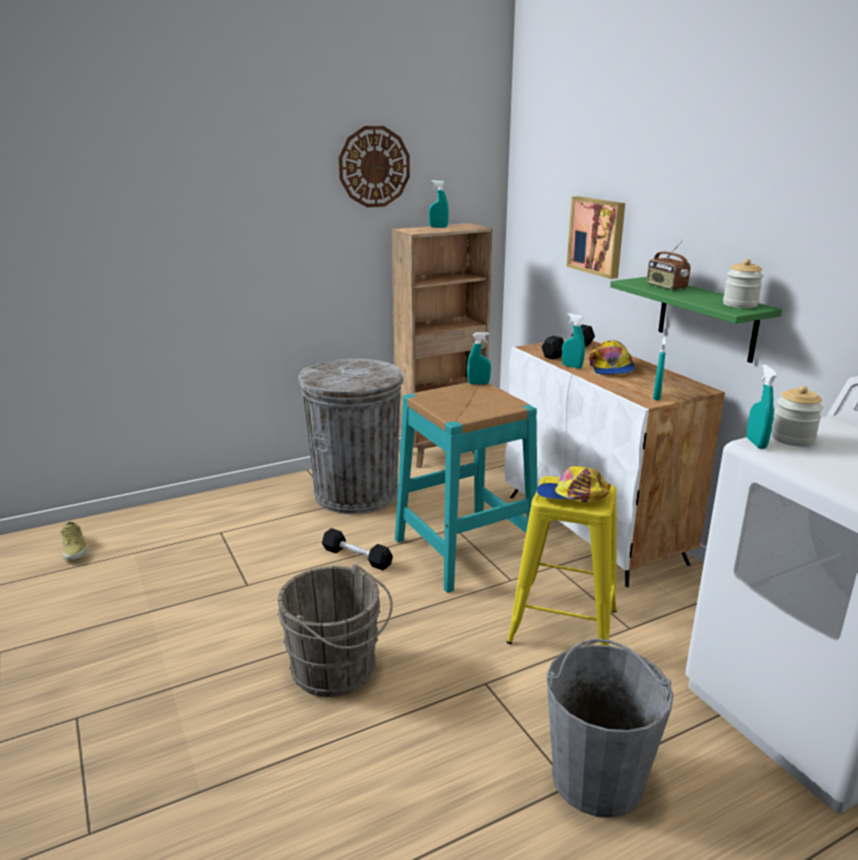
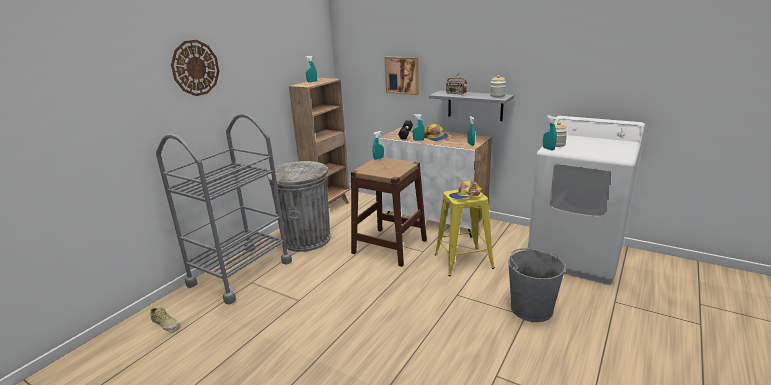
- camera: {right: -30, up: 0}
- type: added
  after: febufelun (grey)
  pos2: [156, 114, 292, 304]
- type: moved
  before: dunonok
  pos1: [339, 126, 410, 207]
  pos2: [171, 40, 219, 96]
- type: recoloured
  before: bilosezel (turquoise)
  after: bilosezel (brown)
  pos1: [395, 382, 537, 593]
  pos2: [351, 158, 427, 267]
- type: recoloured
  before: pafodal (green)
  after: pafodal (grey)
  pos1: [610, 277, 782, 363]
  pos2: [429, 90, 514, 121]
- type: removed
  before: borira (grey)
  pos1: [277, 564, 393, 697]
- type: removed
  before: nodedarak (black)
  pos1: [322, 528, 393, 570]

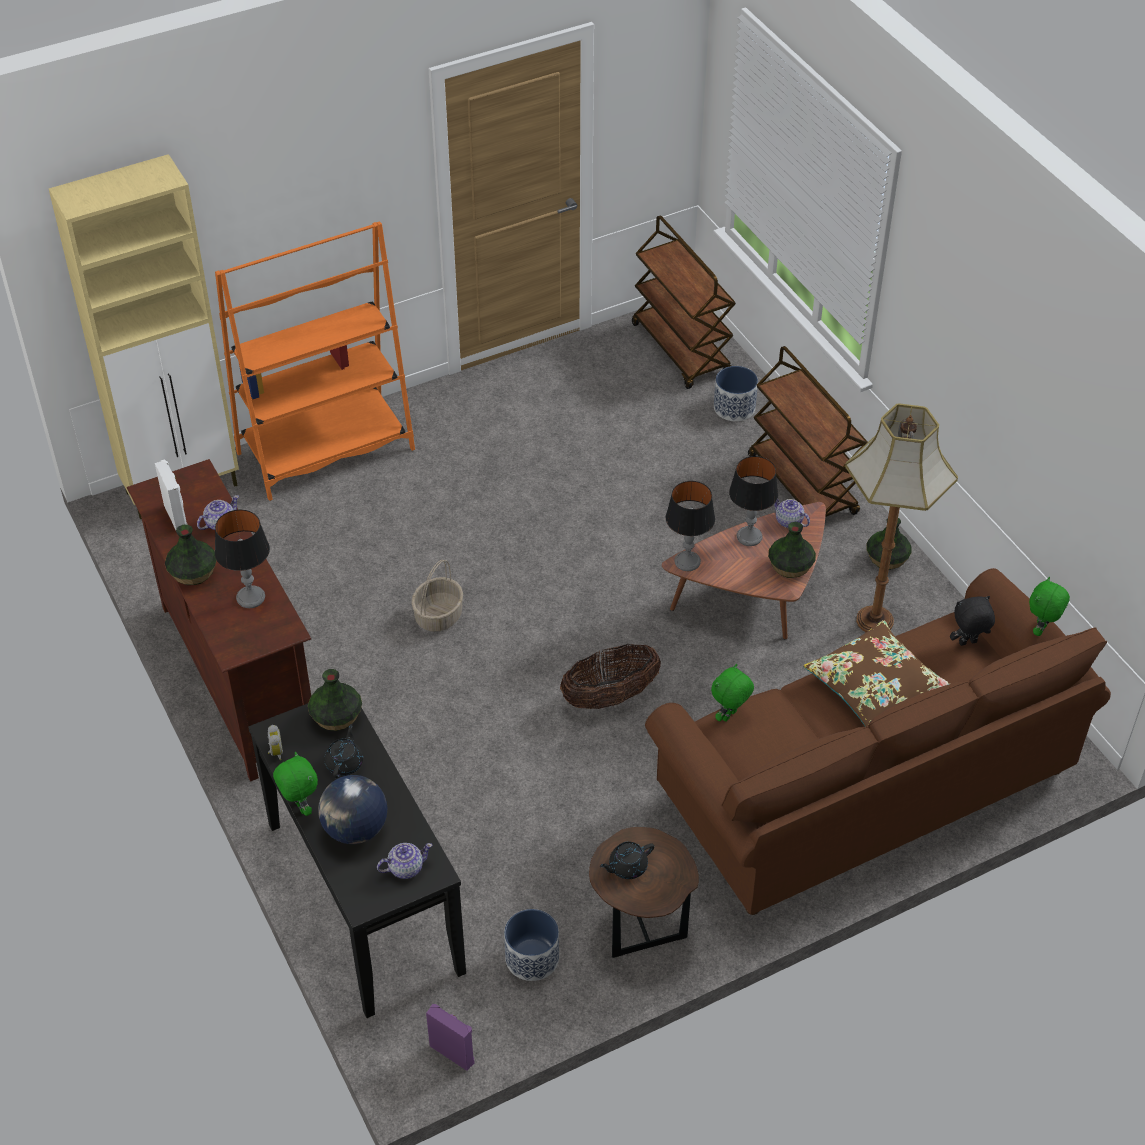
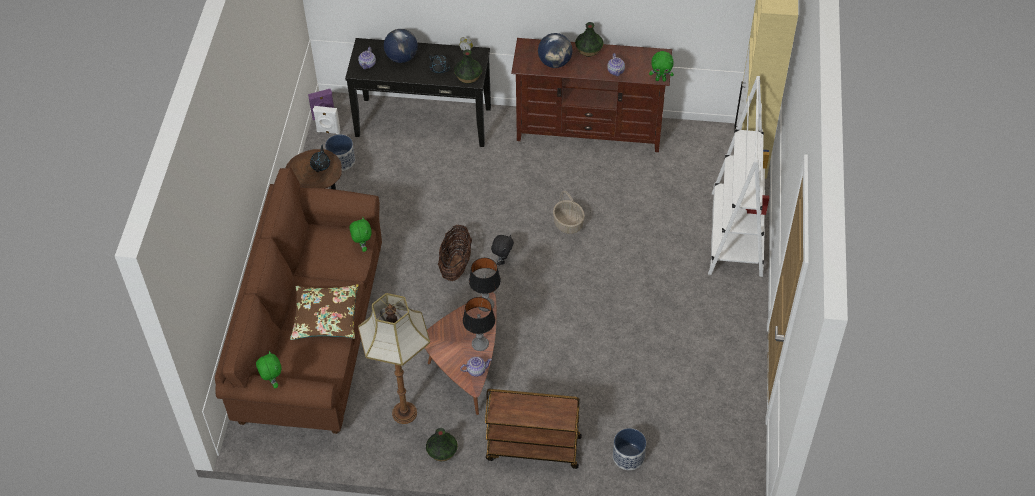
- camera: {right: 125, up: 5}
- type: moved
  before: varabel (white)
  pos1: [155, 459, 188, 530]
  pos2: [313, 106, 340, 134]
- type: moved
  before: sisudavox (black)
  pos1: [950, 596, 995, 646]
  pos2: [491, 235, 514, 265]
- type: replaced
  before: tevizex
  after: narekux
  pos1: [215, 510, 270, 608]
  pos2: [538, 33, 572, 68]
- type: moved
  before: sisudavox (green)
  pos1: [273, 752, 318, 816]
  pos2: [649, 51, 674, 82]
- type: recoloured
  before: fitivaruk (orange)
  after: fitivaruk (white)
  pos1: [215, 221, 415, 501]
  pos2: [708, 76, 769, 277]
- type: removed
  before: febufelun (brown)
  pos1: [632, 215, 736, 389]
- type: removed
  before: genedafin
  pos1: [768, 522, 816, 578]

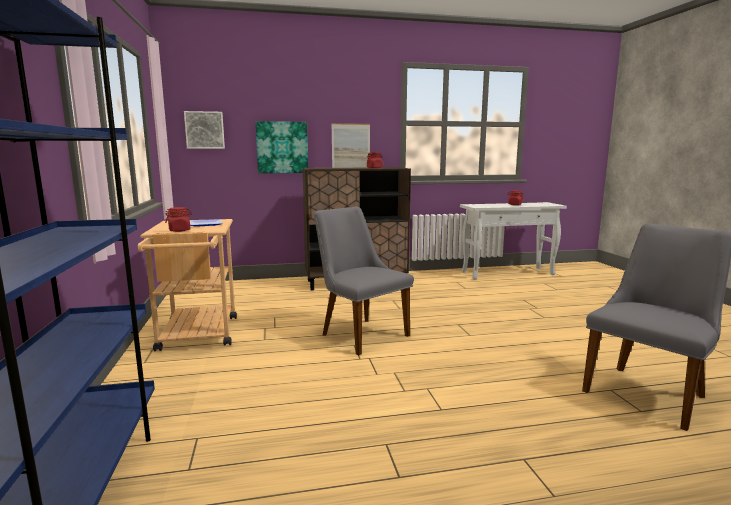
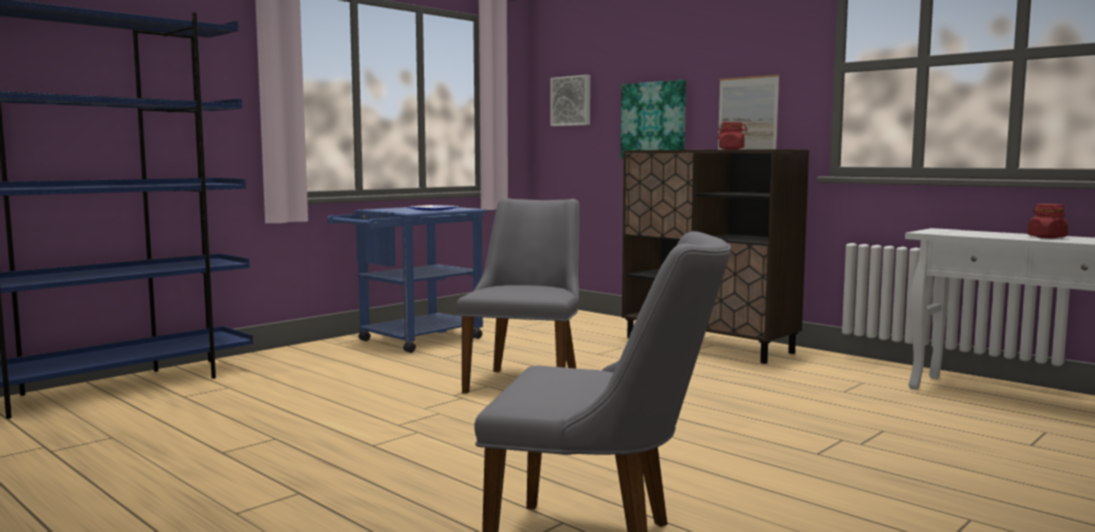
- camera: {right: 55, up: -5}
- type: recoloured
  before: febufelun (beige)
  after: febufelun (blue)
  pos1: [138, 219, 237, 351]
  pos2: [327, 207, 486, 353]
- type: removed
  before: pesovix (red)
  pos1: [165, 207, 192, 232]

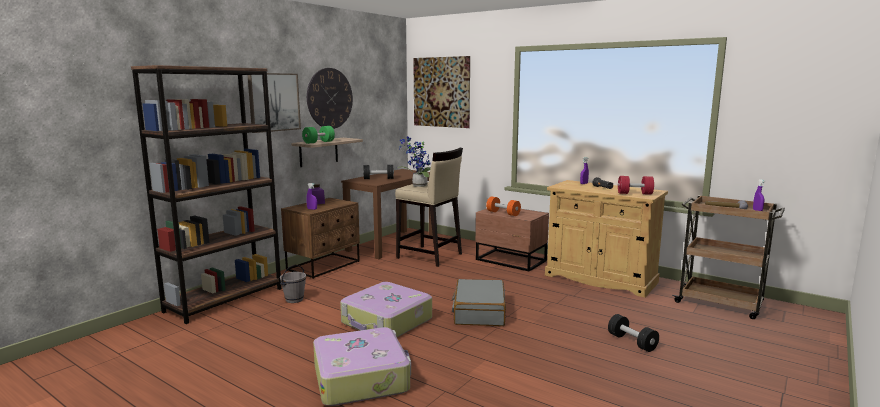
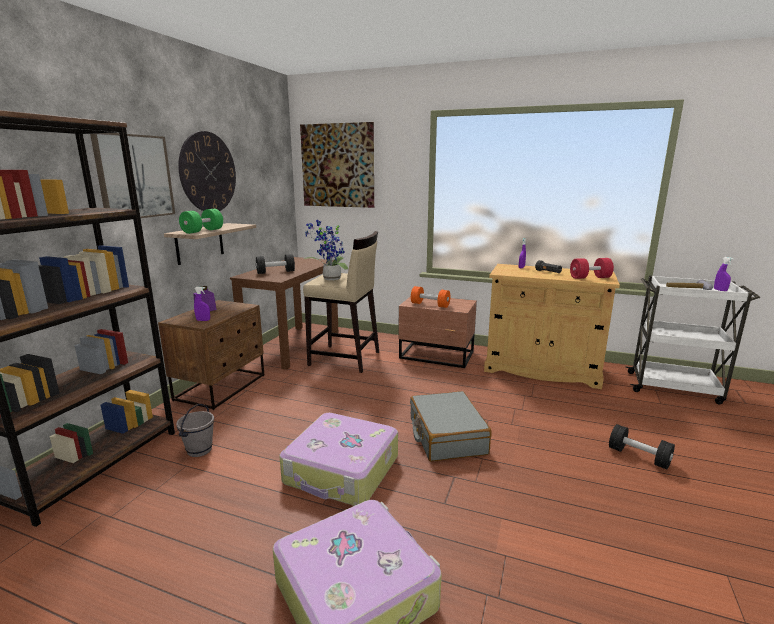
- camera: {right: -15, up: 5}
- type: recoloured
  before: febufelun (brown)
  after: febufelun (white)
  pos1: [672, 195, 785, 319]
  pos2: [626, 275, 760, 404]

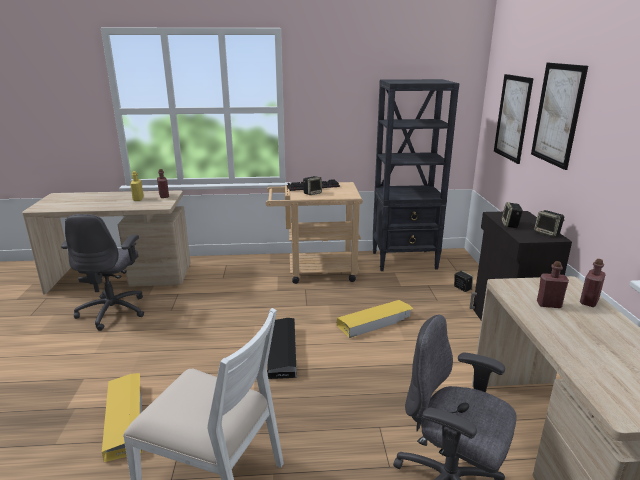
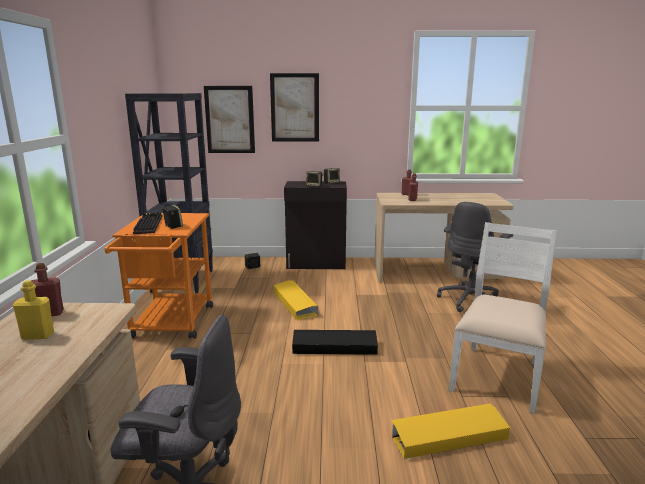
- camera: {right: -85, up: -5}
- type: recoloured
  before: febufelun (beige)
  after: febufelun (orange)
  pos1: [265, 182, 363, 284]
  pos2: [105, 213, 213, 339]

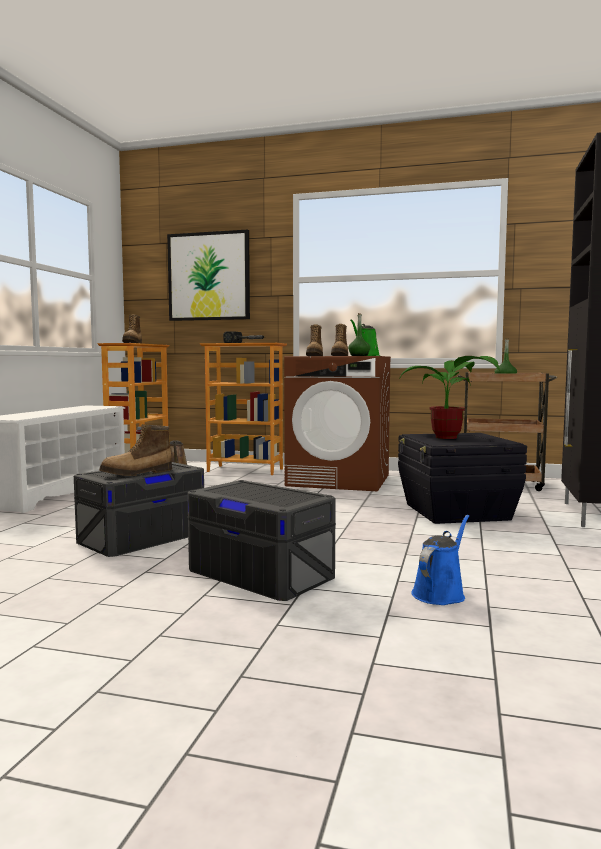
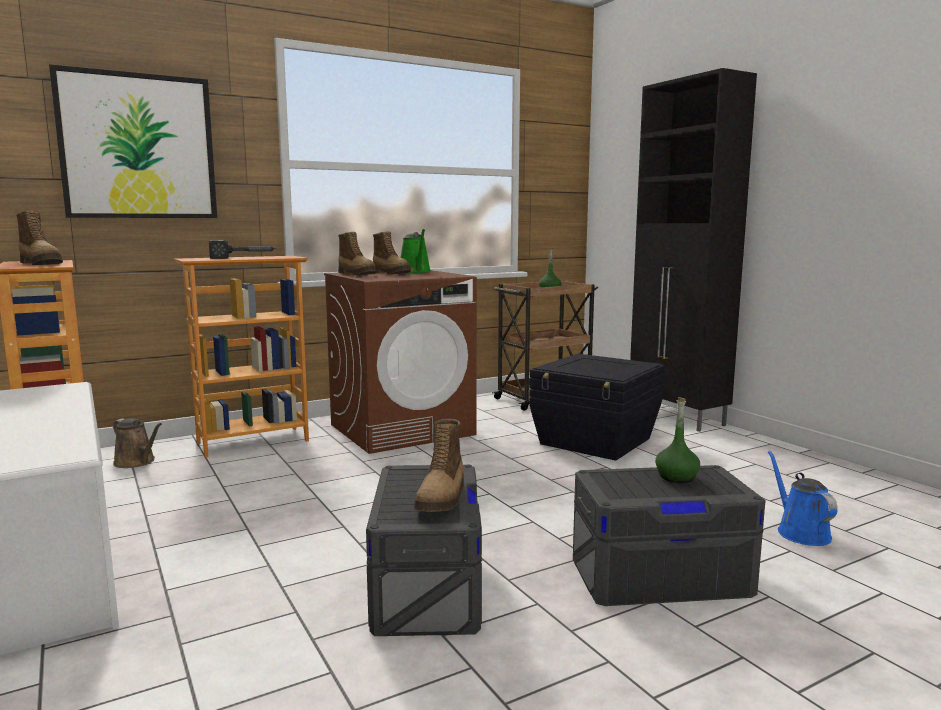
- camera: {right: -45, up: 5}
- type: moved
  before: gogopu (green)
  pos1: [348, 313, 370, 356]
  pos2: [655, 397, 700, 483]
- type: removed
  before: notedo
  pos1: [400, 356, 500, 439]

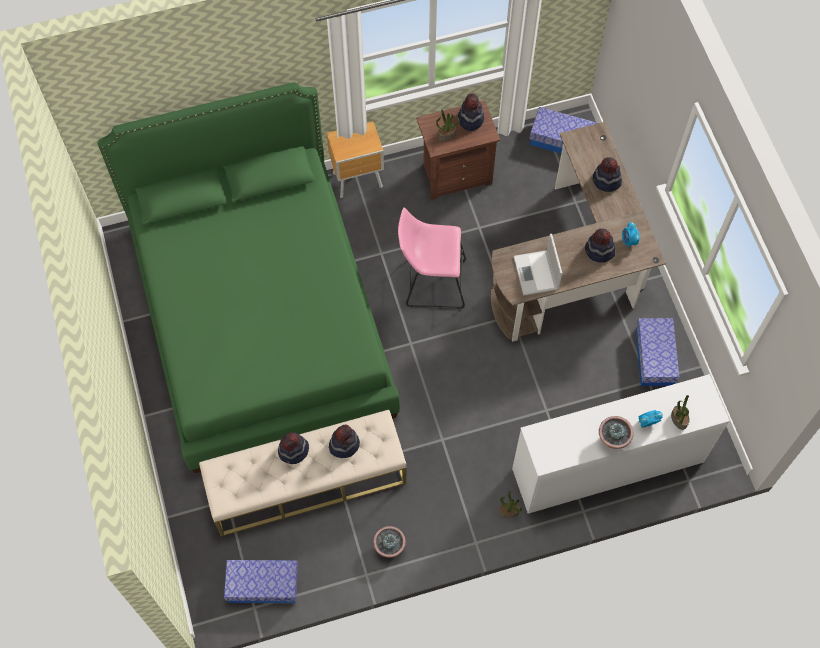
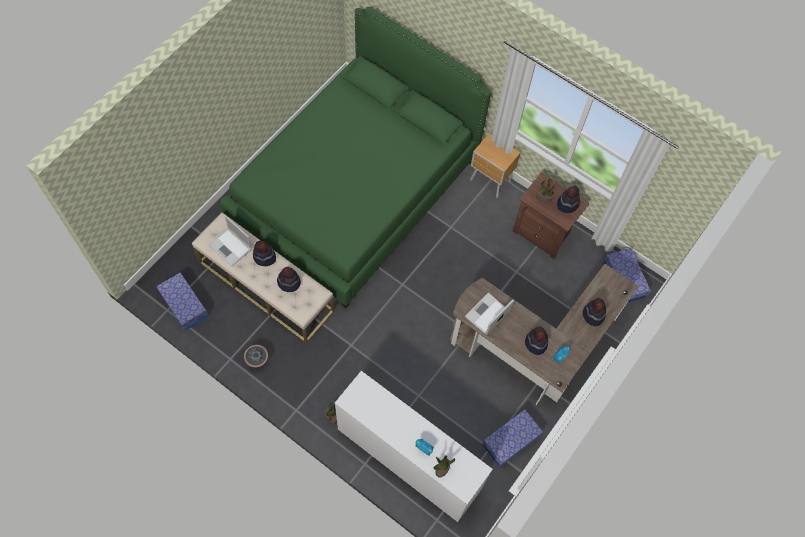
- camera: {right: 50, up: 0}
- type: added
  after: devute
  pos2: [209, 215, 252, 266]
- type: removed
  before: bilosezel (pink)
  pos1: [398, 208, 466, 309]
- type: removed
  before: notedo
  pos1: [599, 416, 634, 449]

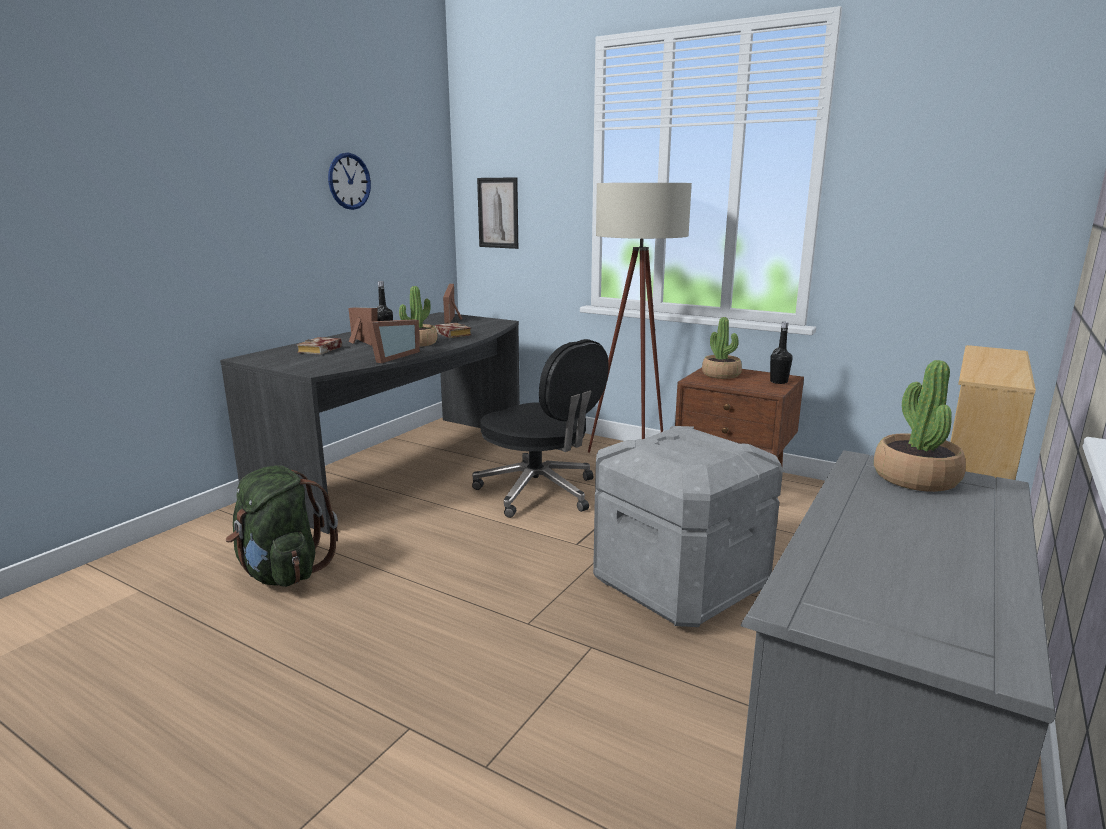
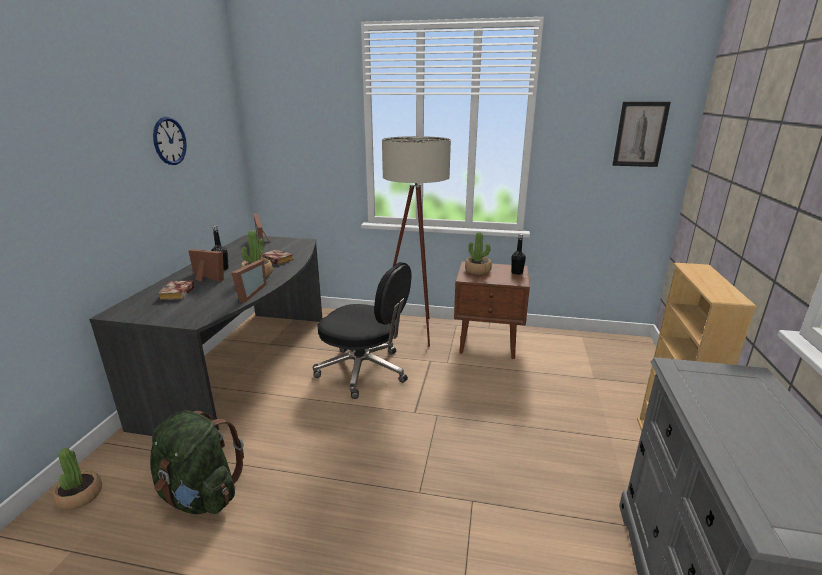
- camera: {right: -20, up: 5}
- type: moved
  before: notedo
  pos1: [874, 360, 966, 492]
  pos2: [52, 448, 102, 510]
- type: moved
  before: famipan
  pos1: [477, 177, 518, 249]
  pos2: [612, 102, 671, 167]
- type: removed
  before: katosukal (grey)
  pos1: [593, 426, 783, 627]

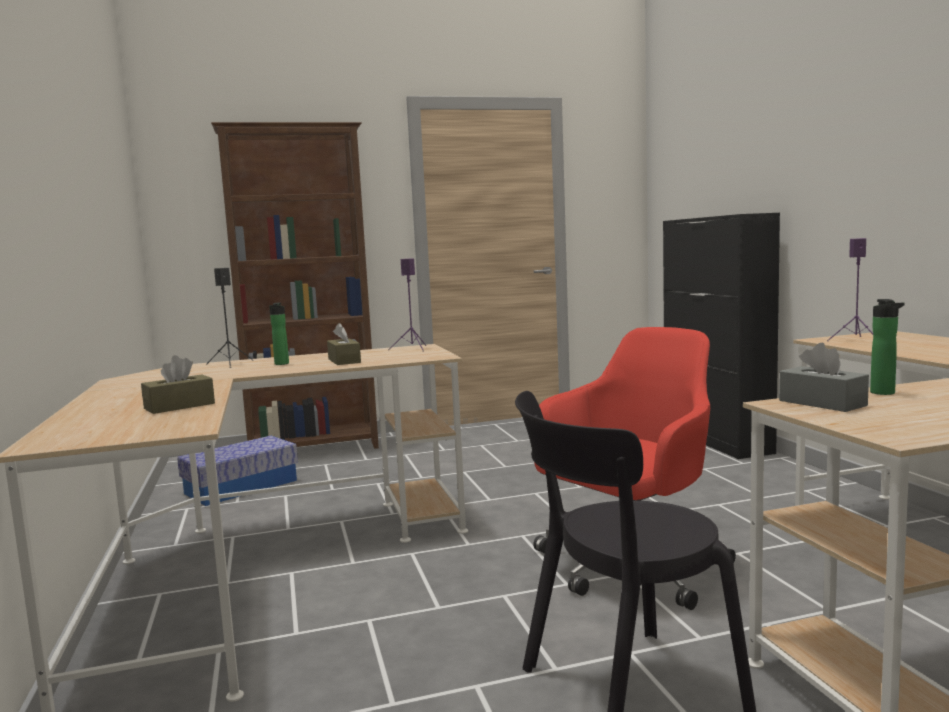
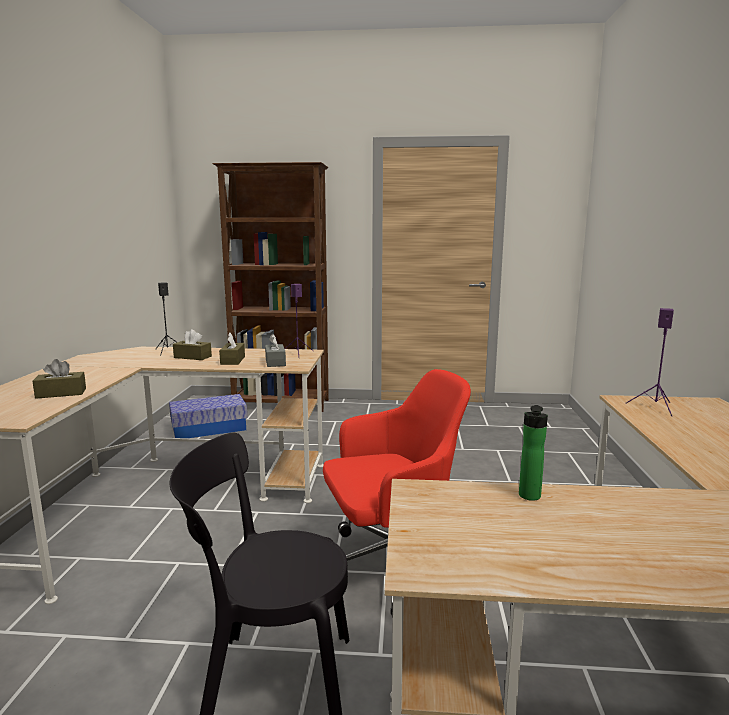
- camera: {right: 20, up: 5}
- type: replaced
  before: gogopu
  after: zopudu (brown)
  pos1: [269, 303, 289, 365]
  pos2: [173, 329, 212, 360]
- type: moved
  before: zopudu (grey)
  pos1: [779, 343, 869, 412]
  pos2: [265, 334, 286, 367]
- type: removed
  before: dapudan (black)
  pos1: [663, 213, 780, 459]

